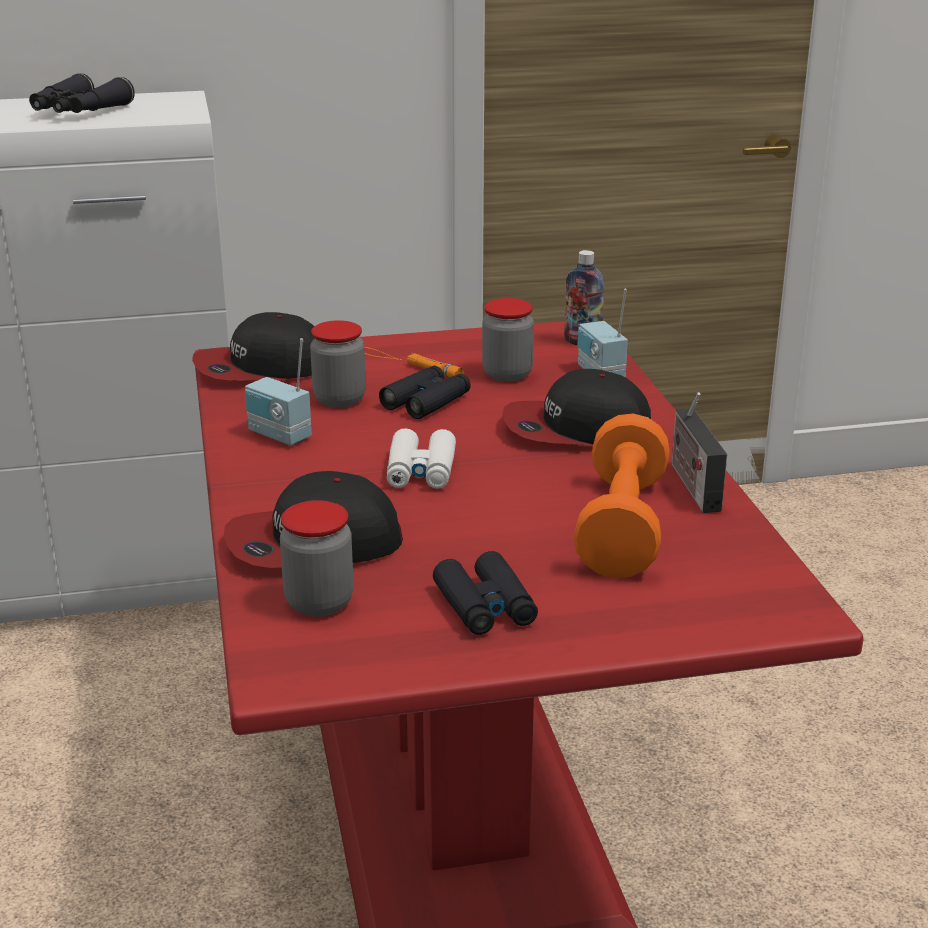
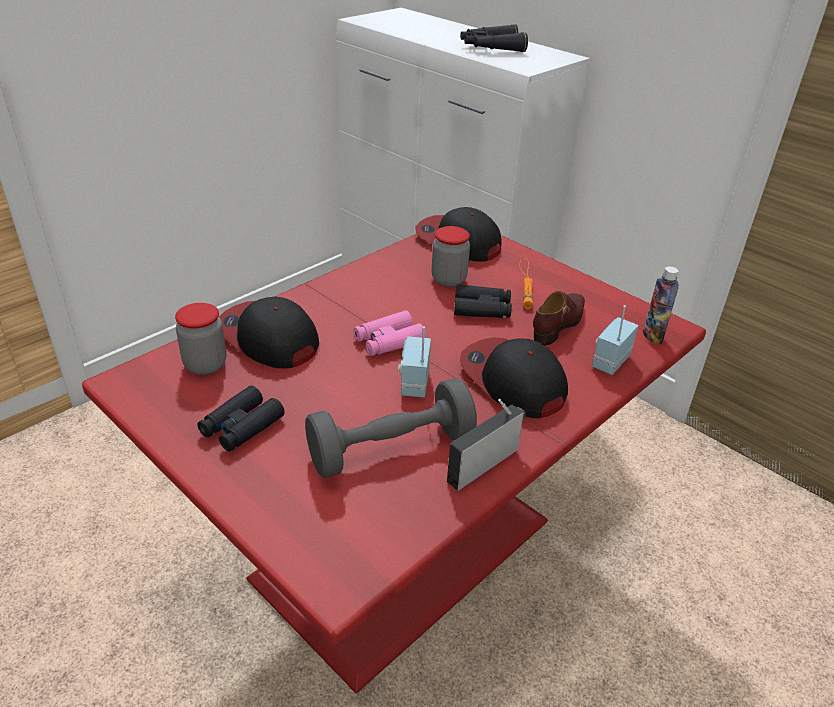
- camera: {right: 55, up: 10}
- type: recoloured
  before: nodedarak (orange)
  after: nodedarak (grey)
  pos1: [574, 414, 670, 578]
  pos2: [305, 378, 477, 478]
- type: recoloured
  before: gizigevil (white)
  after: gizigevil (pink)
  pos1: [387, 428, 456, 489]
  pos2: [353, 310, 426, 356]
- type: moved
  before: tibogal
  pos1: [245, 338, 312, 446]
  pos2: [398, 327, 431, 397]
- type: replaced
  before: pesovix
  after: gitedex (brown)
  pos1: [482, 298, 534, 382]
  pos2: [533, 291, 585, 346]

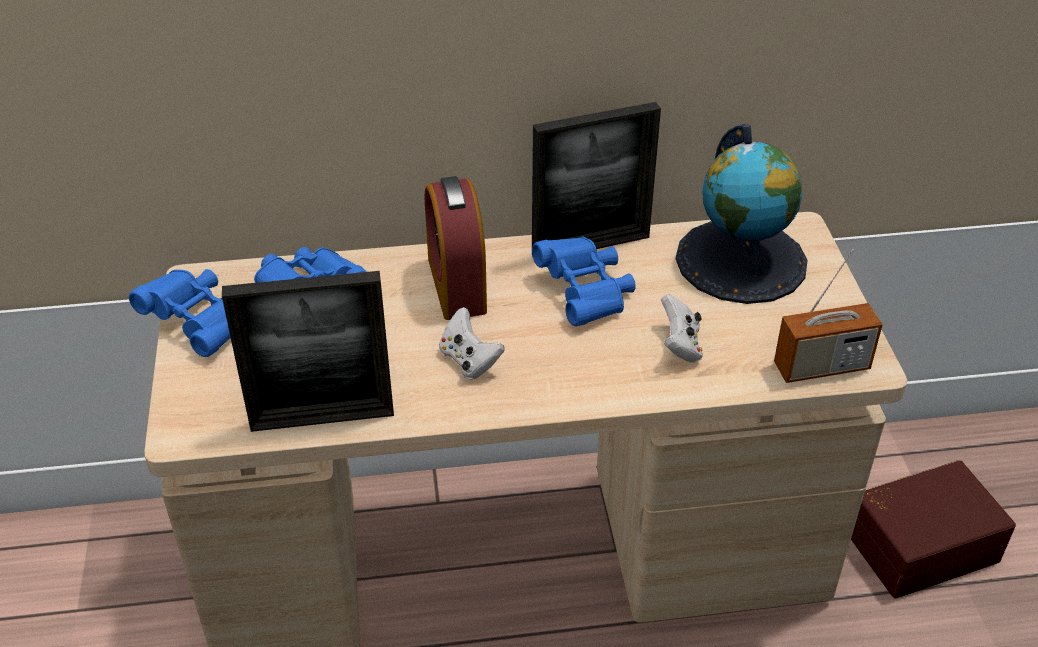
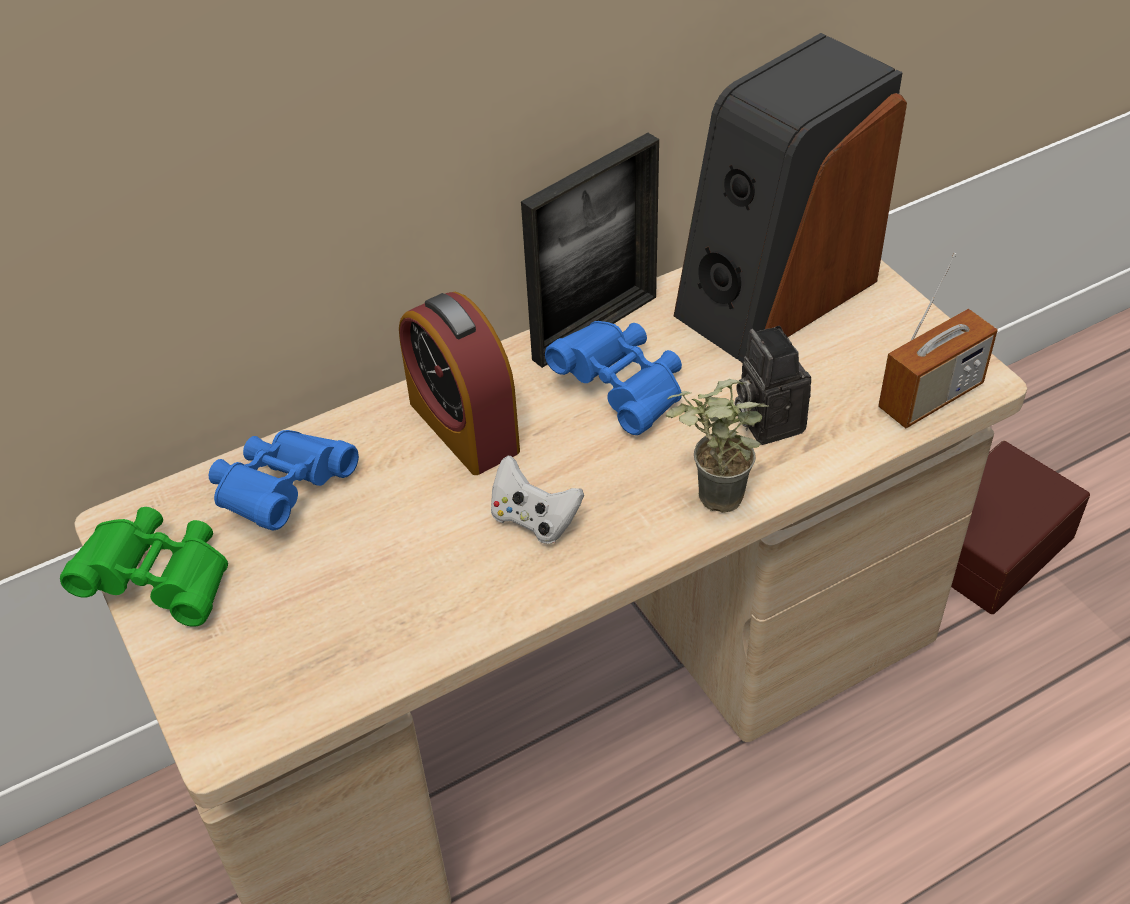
- camera: {right: -20, up: 5}
- type: recoloured
  before: gizigevil (blue)
  after: gizigevil (green)
  pos1: [129, 269, 231, 357]
  pos2: [60, 507, 228, 627]
- type: added
  after: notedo
  pos2: [666, 379, 769, 513]
- type: replaced
  before: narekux
  after: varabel
  pos1: [676, 124, 808, 304]
  pos2: [674, 33, 907, 363]
- type: replaced
  before: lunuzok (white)
  after: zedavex
  pos1: [661, 294, 703, 363]
  pos2: [735, 326, 811, 445]
- type: removed
  before: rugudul
  pos1: [222, 271, 394, 432]

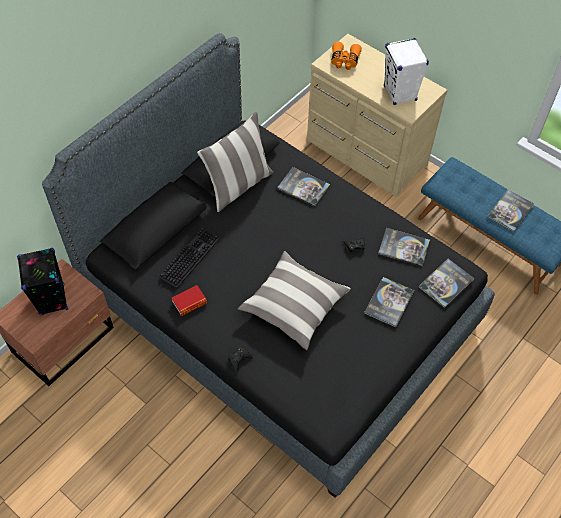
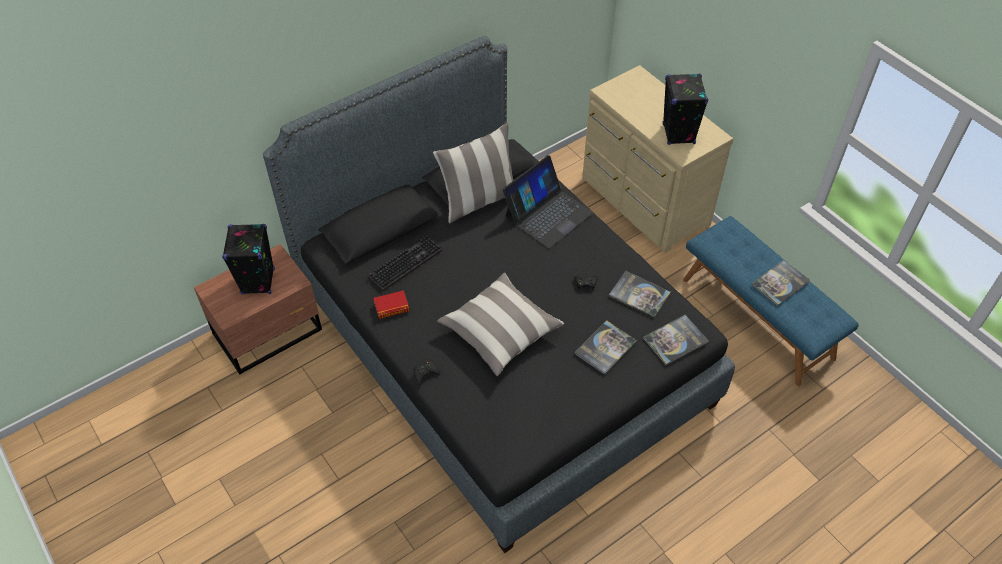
- camera: {right: 15, up: -5}
- type: replaced
  before: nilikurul
  after: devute
  pos1: [277, 167, 330, 207]
  pos2: [503, 155, 593, 249]
- type: recoloured
  before: varabel (white)
  after: varabel (black)
  pos1: [384, 38, 429, 105]
  pos2: [663, 73, 708, 145]
- type: removed
  before: gizigevil (orange)
  pos1: [331, 41, 362, 70]

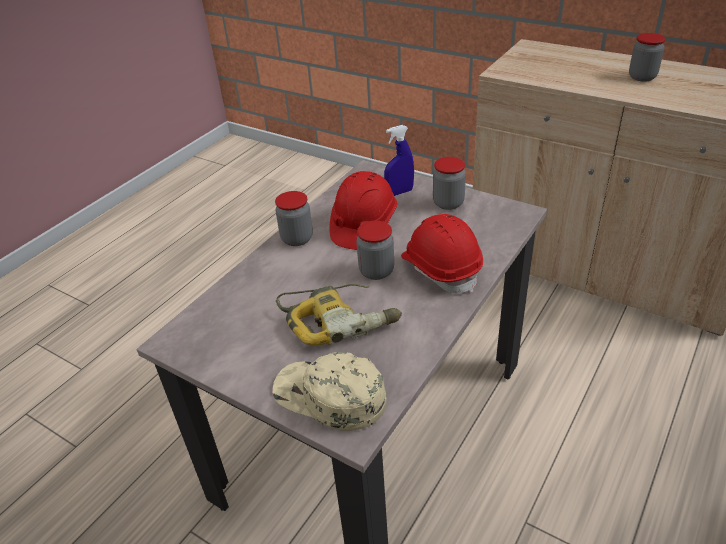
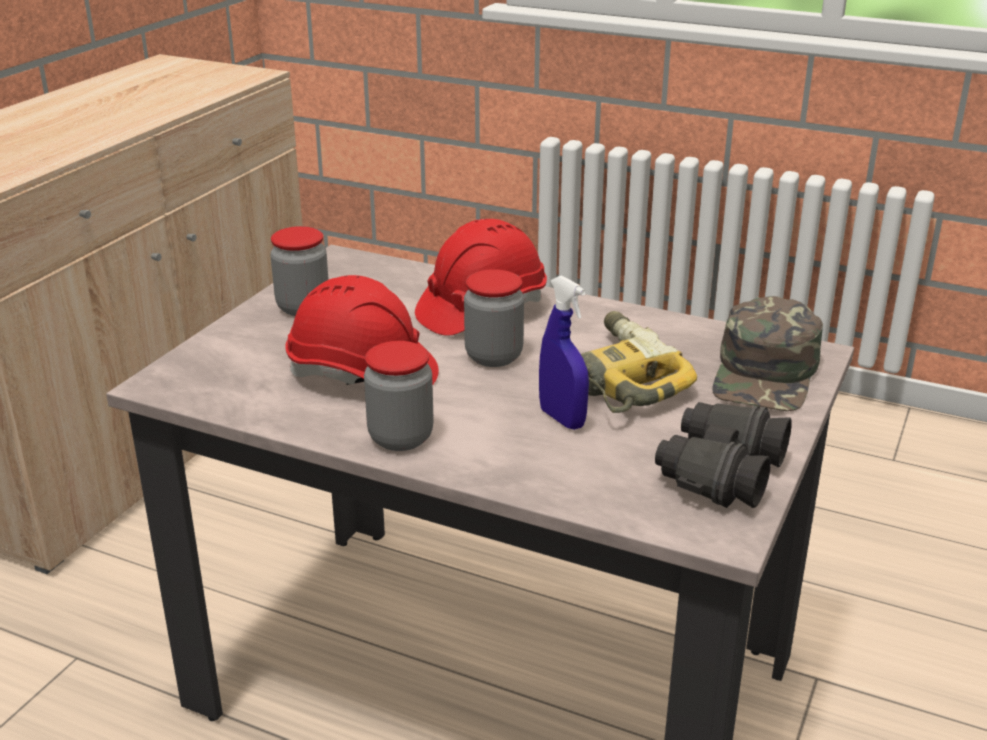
- camera: {right: -100, up: -10}
- type: moved
  before: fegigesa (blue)
  pos1: [384, 125, 414, 196]
  pos2: [539, 275, 589, 430]
- type: added
  after: gizigevil (black)
  pos2: [655, 402, 792, 508]
- type: recoloured
  before: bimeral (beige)
  after: bimeral (green)
  pos1: [272, 352, 387, 431]
  pos2: [713, 296, 823, 411]
- type: removed
  before: pesovix
  pos1: [629, 33, 666, 82]

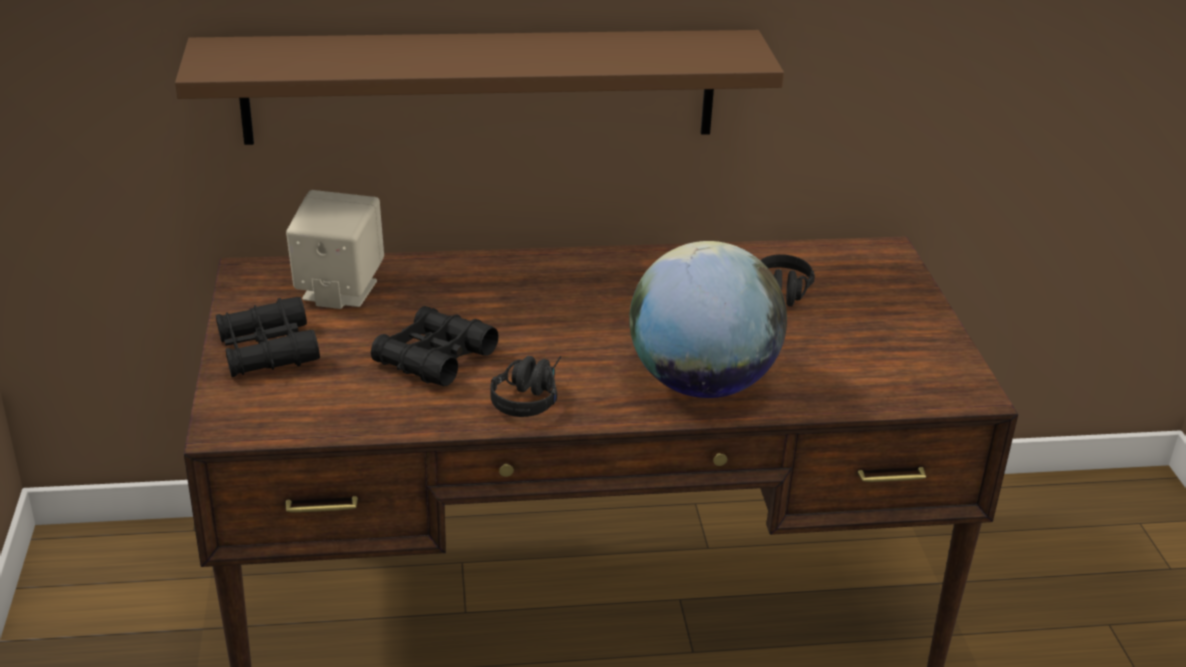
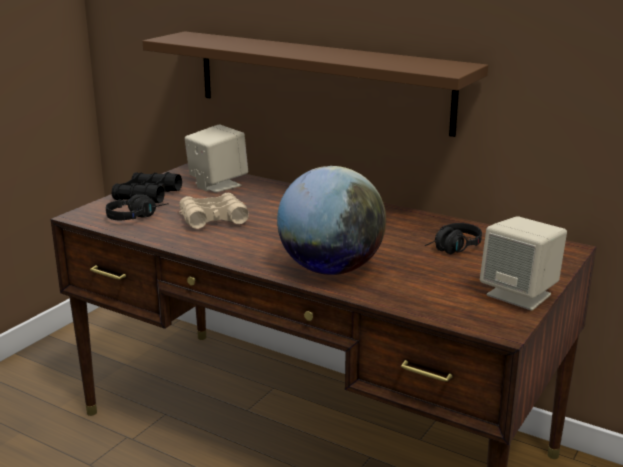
- camera: {right: 40, up: -10}
- type: moved
  before: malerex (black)
  pos1: [490, 356, 561, 417]
  pos2: [106, 194, 169, 220]
- type: recoloured
  before: gizigevil (black)
  after: gizigevil (beige)
  pos1: [371, 306, 499, 386]
  pos2: [179, 193, 249, 229]
- type: added
  after: varabel (beige)
  pos2: [480, 216, 567, 311]

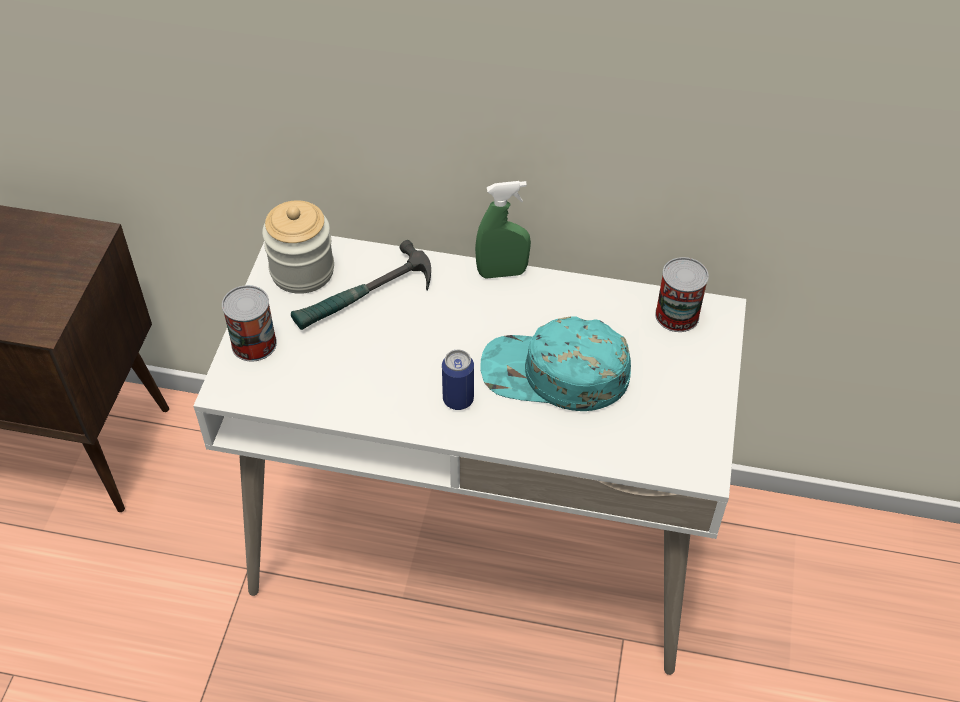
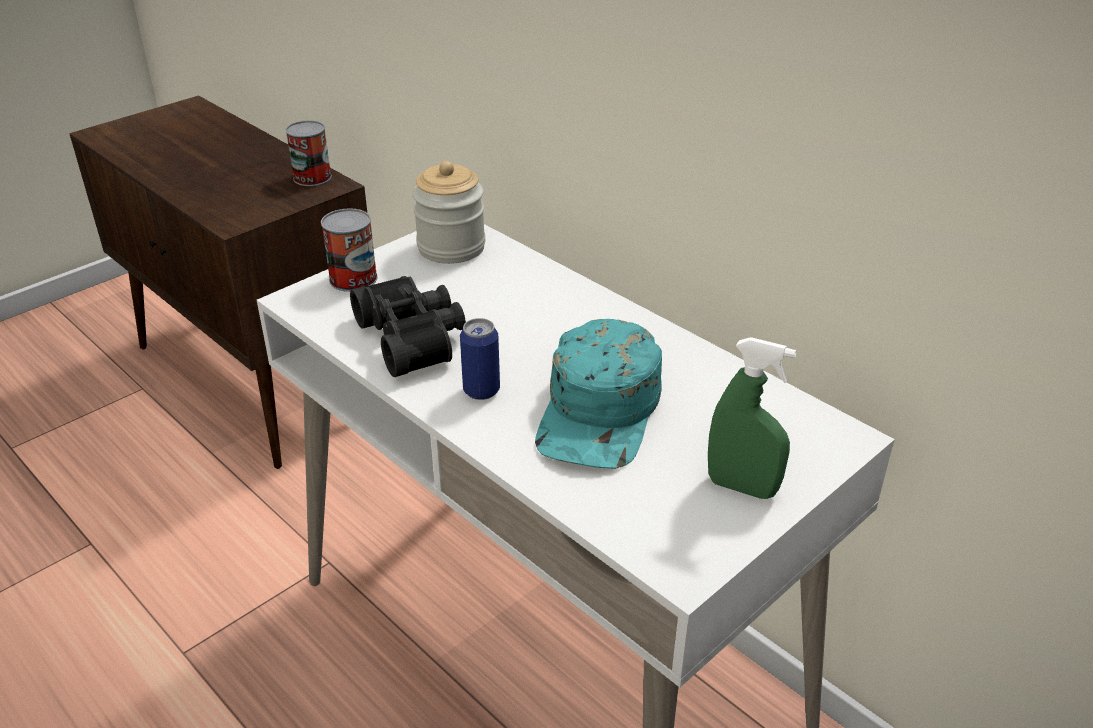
- camera: {right: 35, up: -15}
- type: moved
  before: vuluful
  pos1: [655, 257, 709, 332]
  pos2: [285, 120, 332, 186]
- type: added
  after: gizigevil (black)
  pos2: [350, 276, 466, 377]
- type: turned
  before: bimeral (turquoise)
  pos1: [481, 316, 631, 411]
  pos2: [535, 319, 662, 469]
  turn: -120
- type: moved
  before: fegigesa (green)
  pos1: [475, 181, 531, 279]
  pos2: [708, 337, 797, 499]
- type: removed
  before: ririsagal
  pos1: [291, 240, 431, 330]

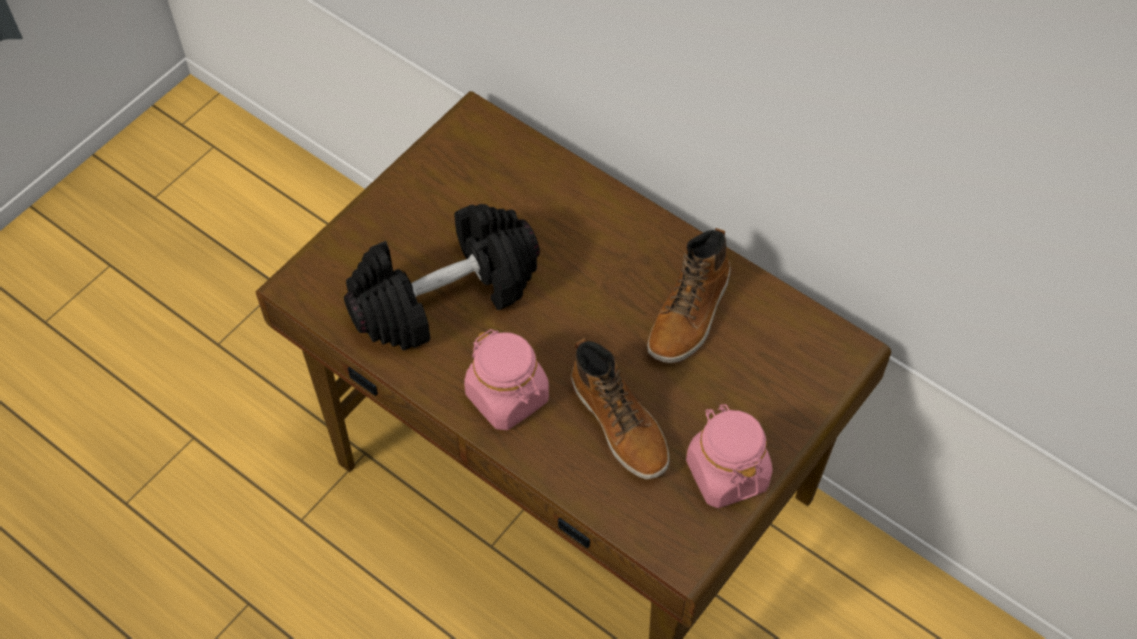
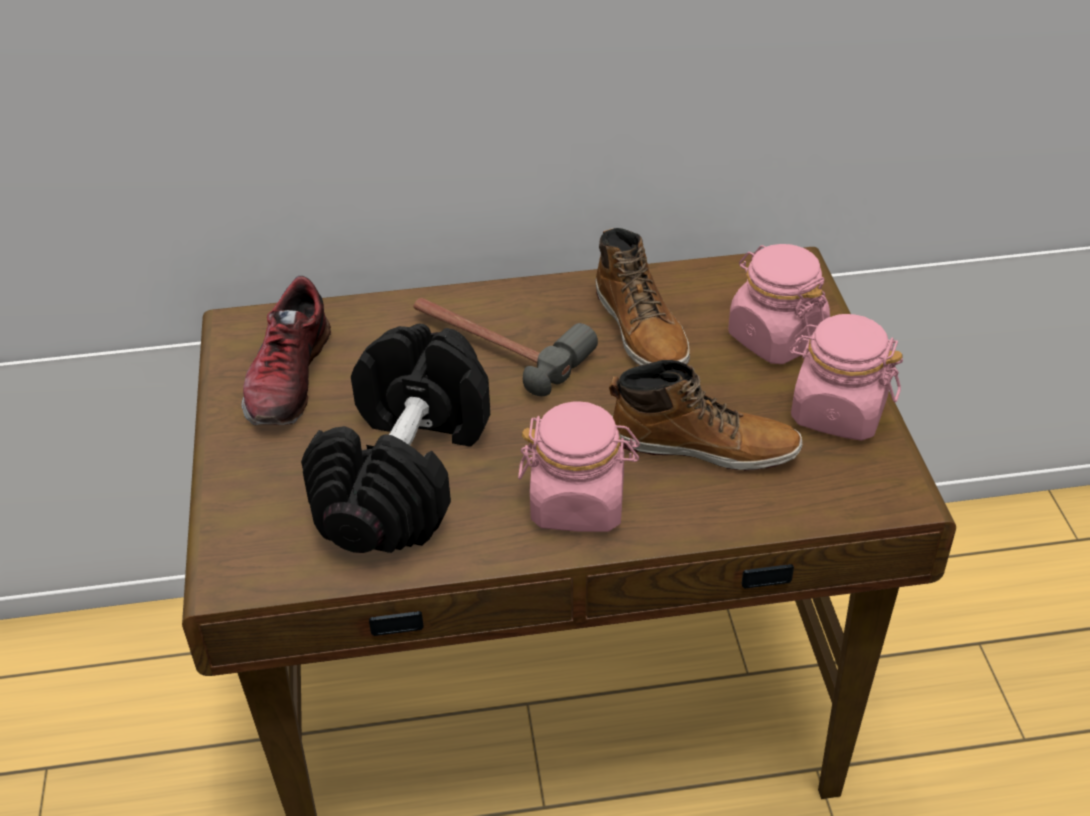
- camera: {right: -45, up: -15}
- type: added
  after: gitedex
  pos2: [242, 276, 331, 425]
- type: added
  after: ririsagal
  pos2: [414, 298, 598, 396]
- type: added
  after: pesovix (pink)
  pos2: [728, 244, 830, 364]

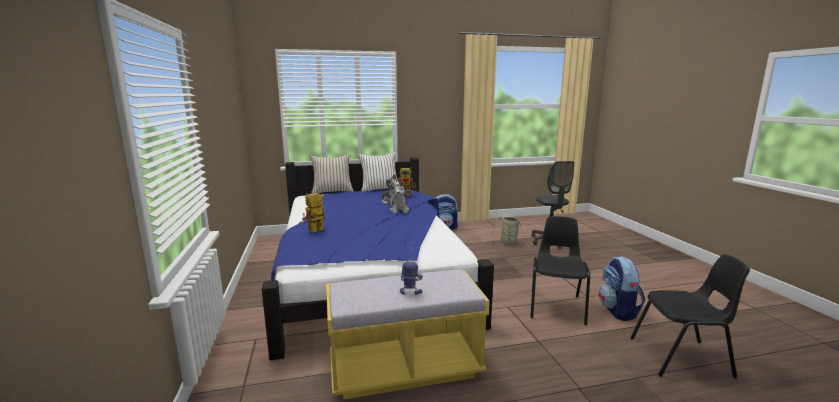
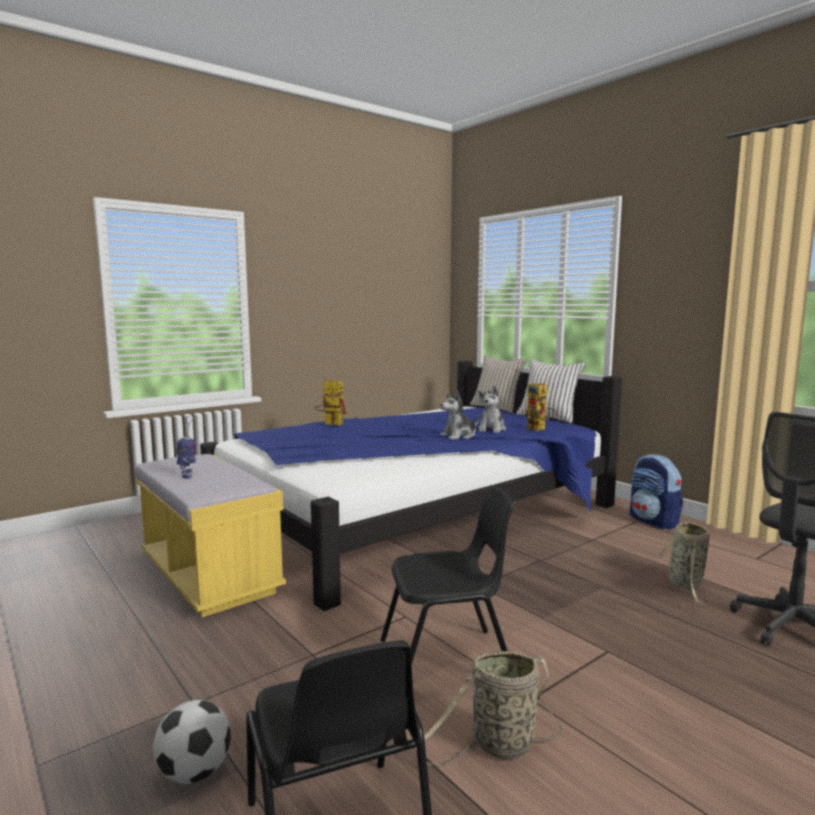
- camera: {right: 65, up: -5}
- type: added
  after: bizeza
  pos2: [153, 700, 231, 784]
- type: replaced
  before: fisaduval
  after: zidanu
  pos1: [599, 256, 645, 321]
  pos2: [415, 651, 563, 765]

